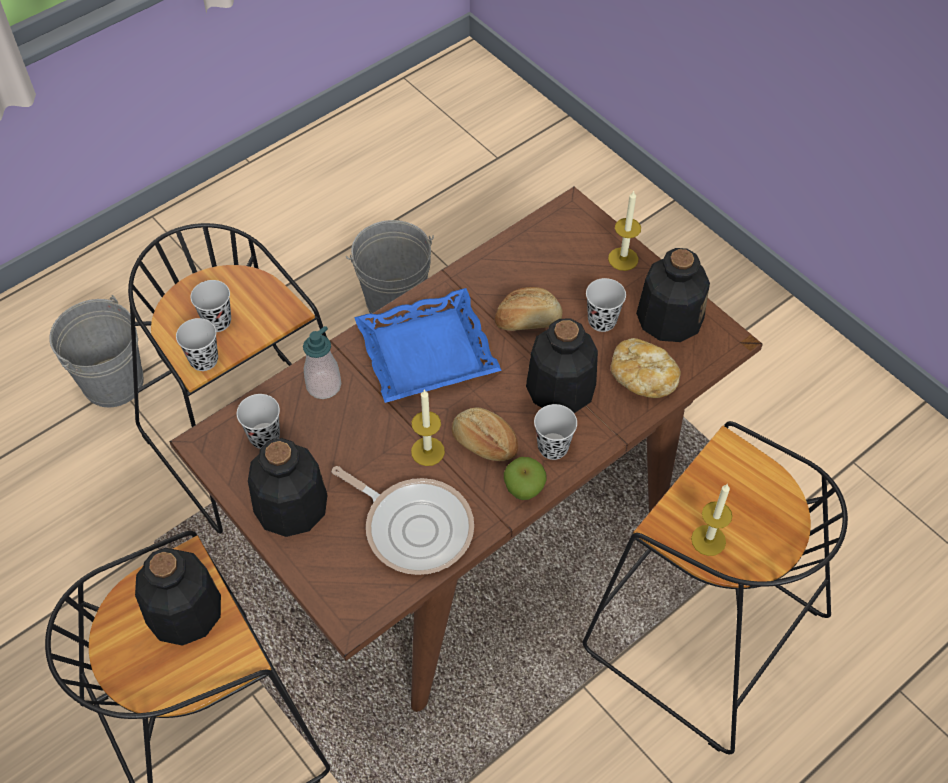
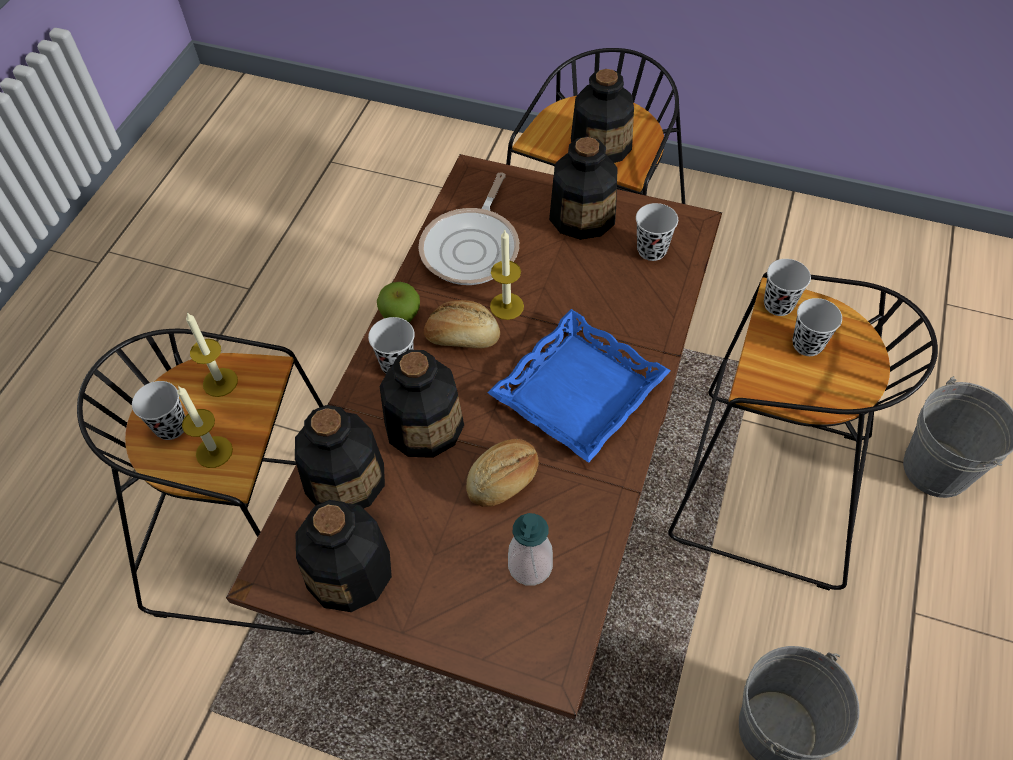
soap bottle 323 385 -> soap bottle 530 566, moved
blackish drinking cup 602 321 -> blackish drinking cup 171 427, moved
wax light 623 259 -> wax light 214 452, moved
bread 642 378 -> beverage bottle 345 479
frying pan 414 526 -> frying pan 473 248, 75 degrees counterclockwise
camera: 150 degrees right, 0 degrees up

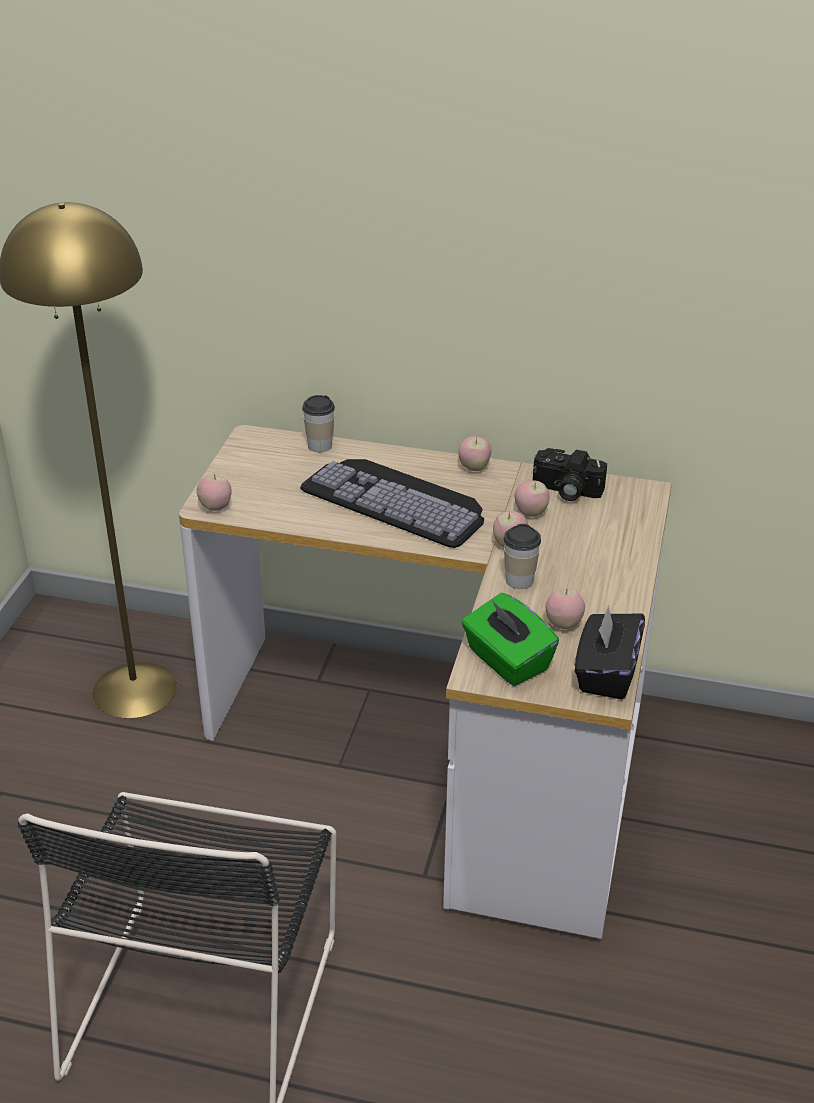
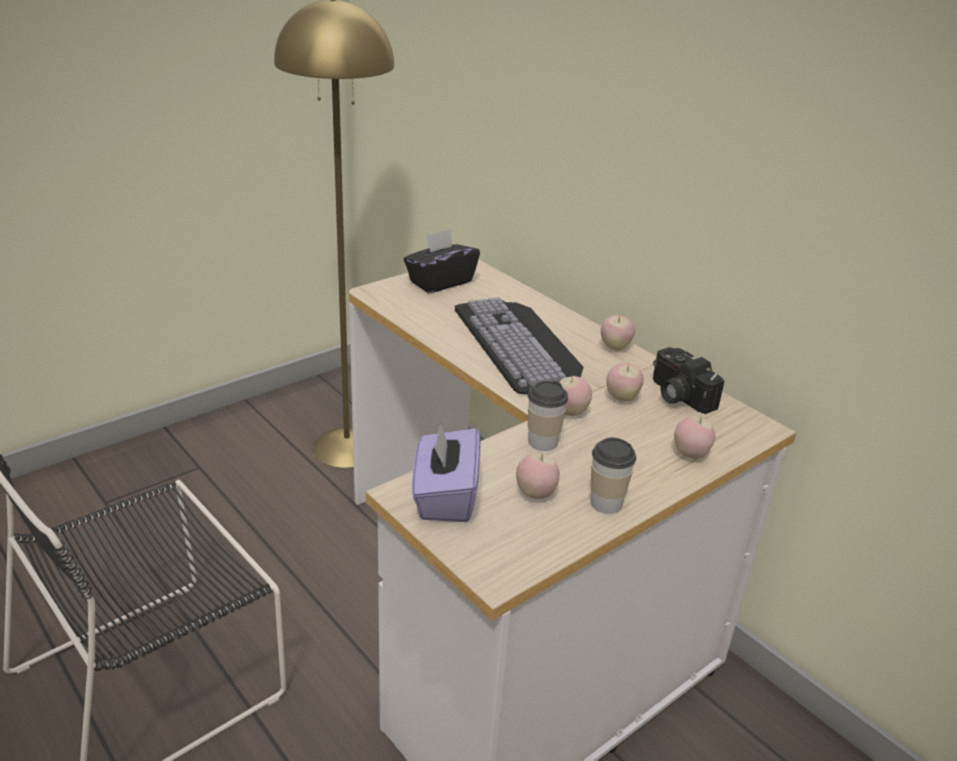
apple 215 507 -> apple 690 454, moved
drinking cup 320 445 -> drinking cup 606 503, moved
blackish box of tissues 606 673 -> blackish box of tissues 440 282, moved
greenish box of tissues 507 661 -> purple-coloured box of tissues 445 497
camera: 35 degrees right, 5 degrees down

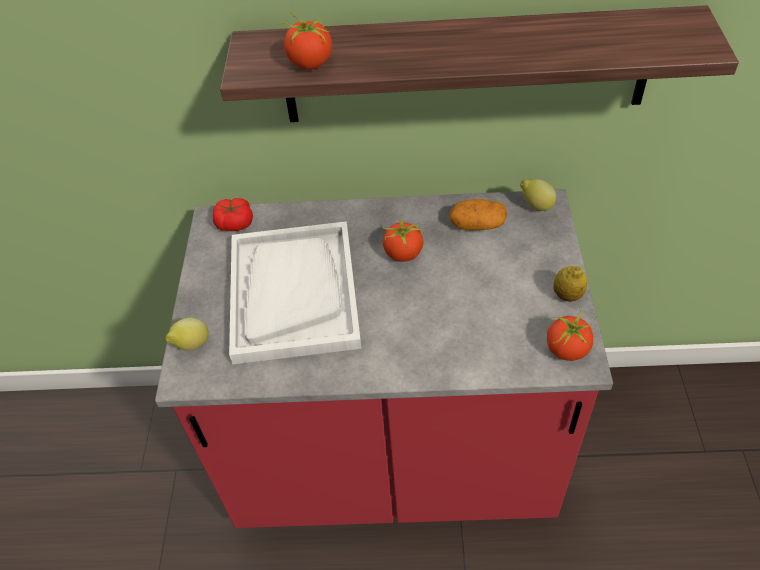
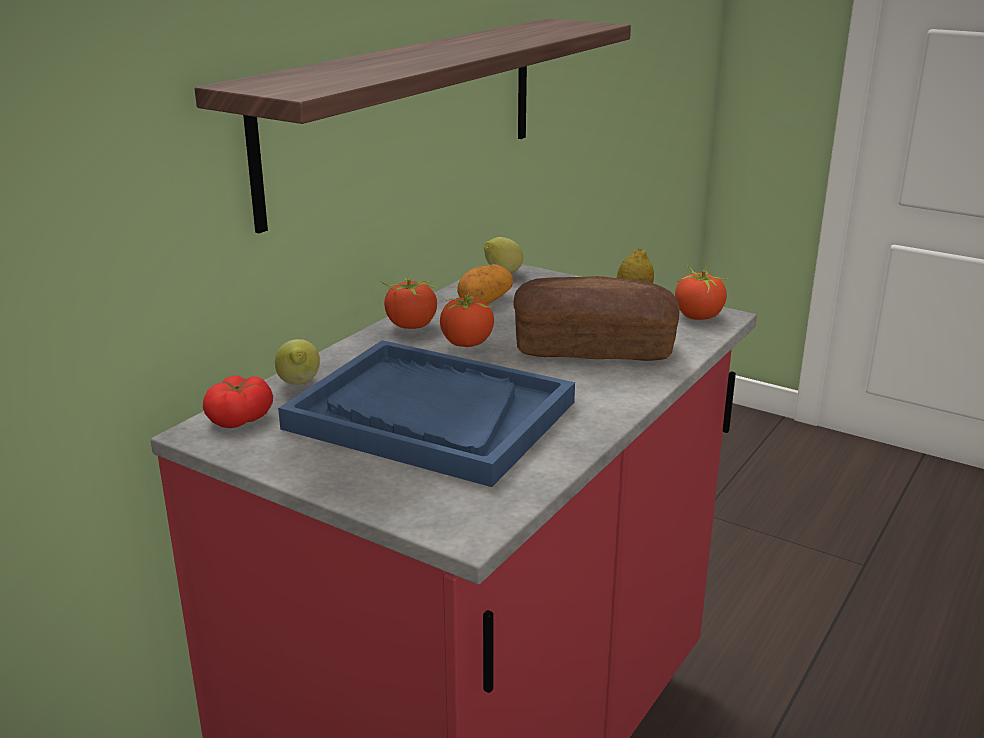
none -> bread 593 348
lemon 191 346 -> lemon 299 385, moved
tomato 310 63 -> tomato 411 326, moved
white-coloured carrying tray 293 293 -> blue carrying tray 429 416
camera: 60 degrees left, 25 degrees down

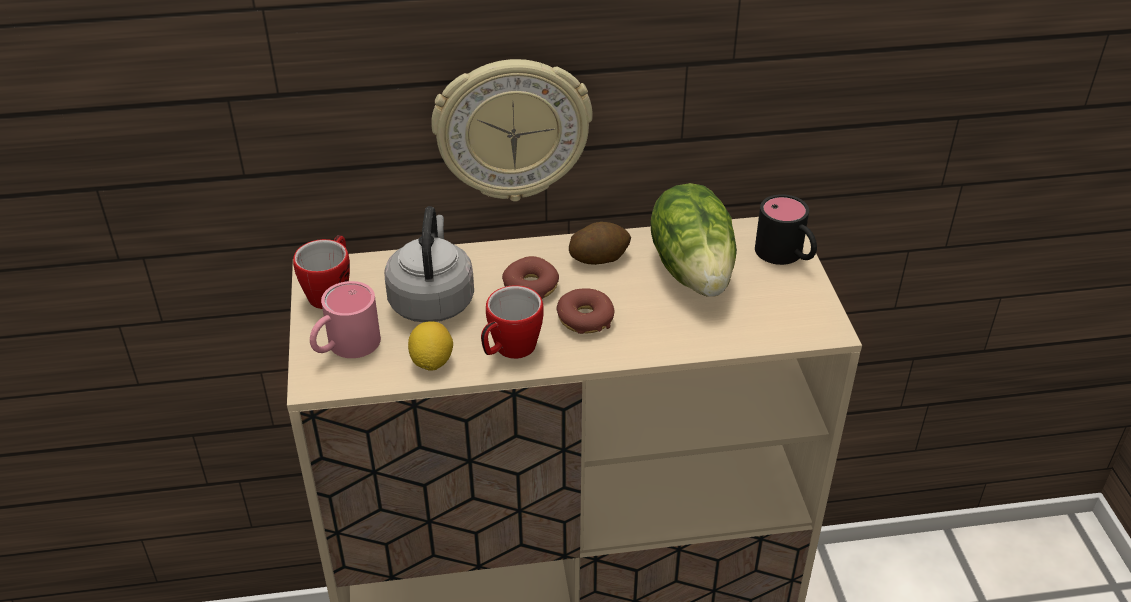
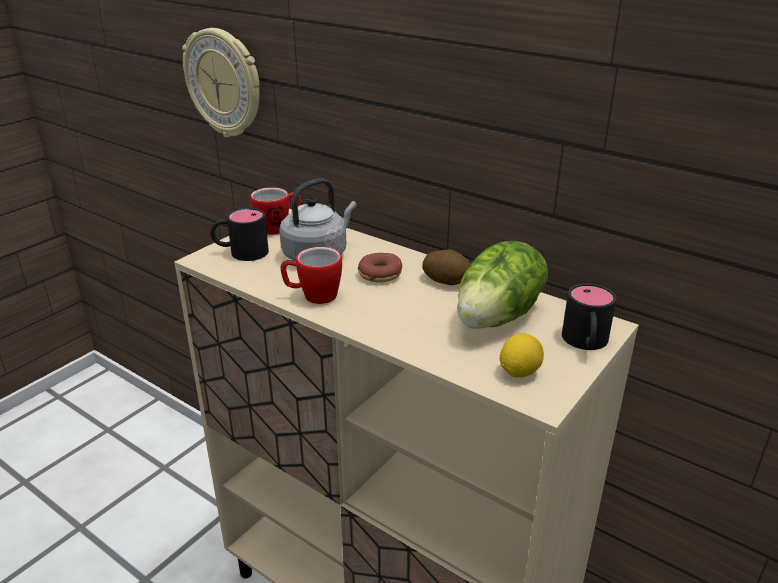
doughnut 585 318 -> none
lemon 432 362 -> lemon 519 372, moved
wall clock 512 129 -> wall clock 224 83, moved
pinkish coffee mug 344 347 -> blackish coffee mug 240 252
camera: 45 degrees right, 10 degrees down

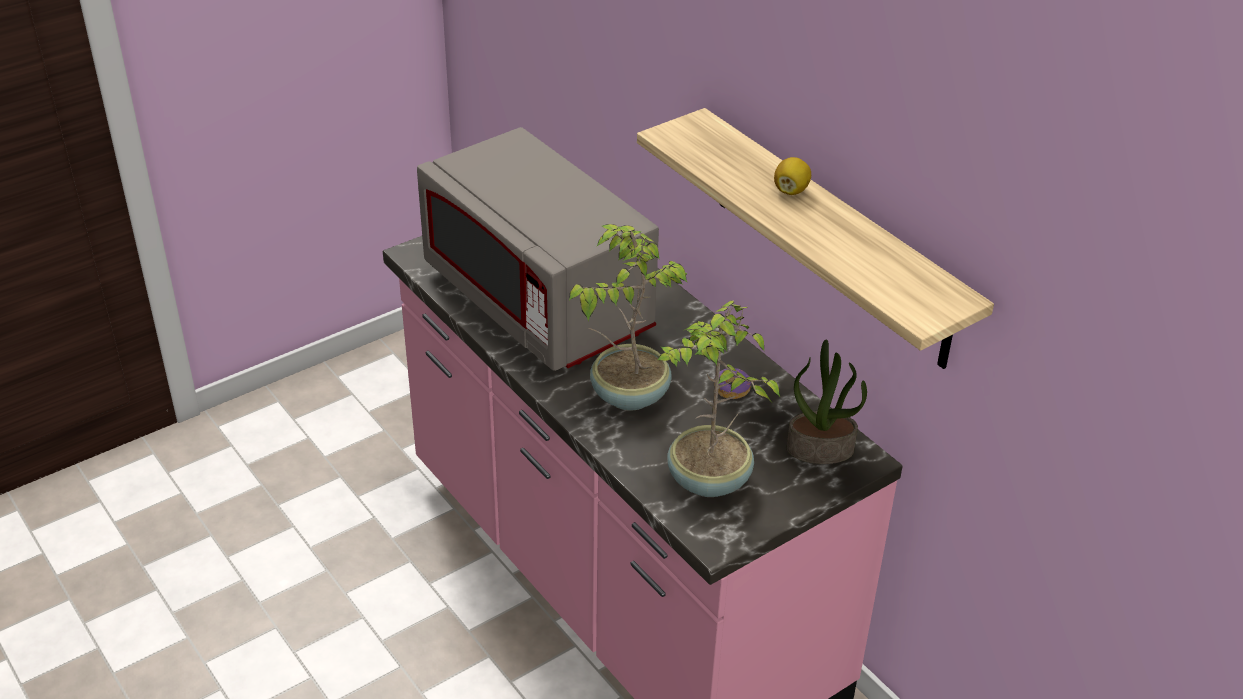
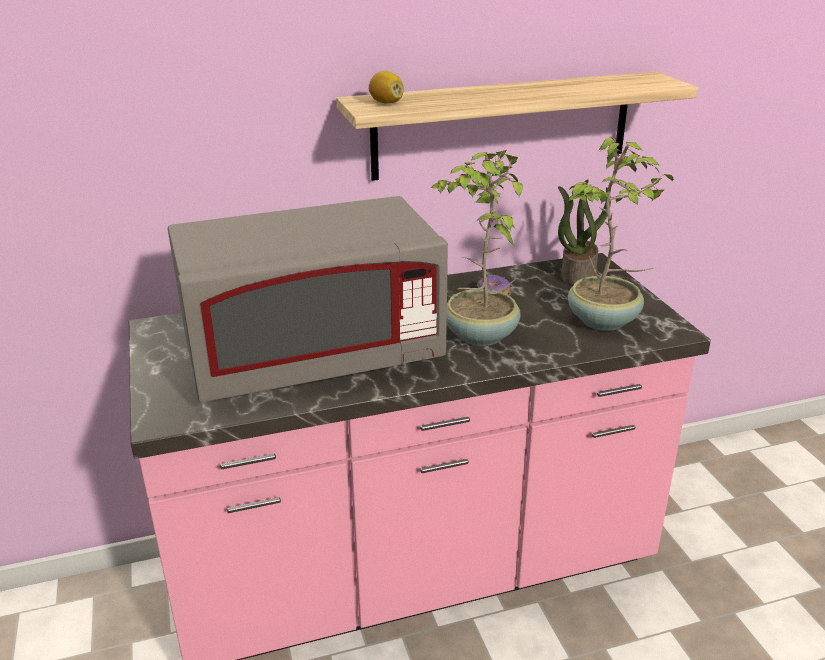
lemon 791 190 -> lemon 386 103, moved
camera: 70 degrees left, 10 degrees down

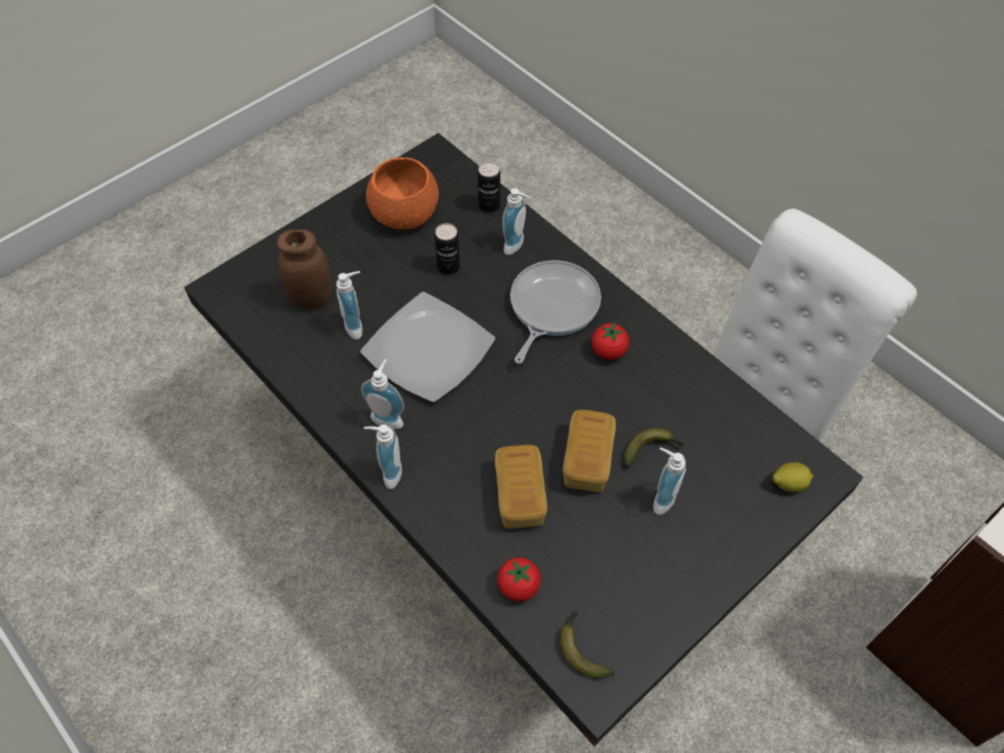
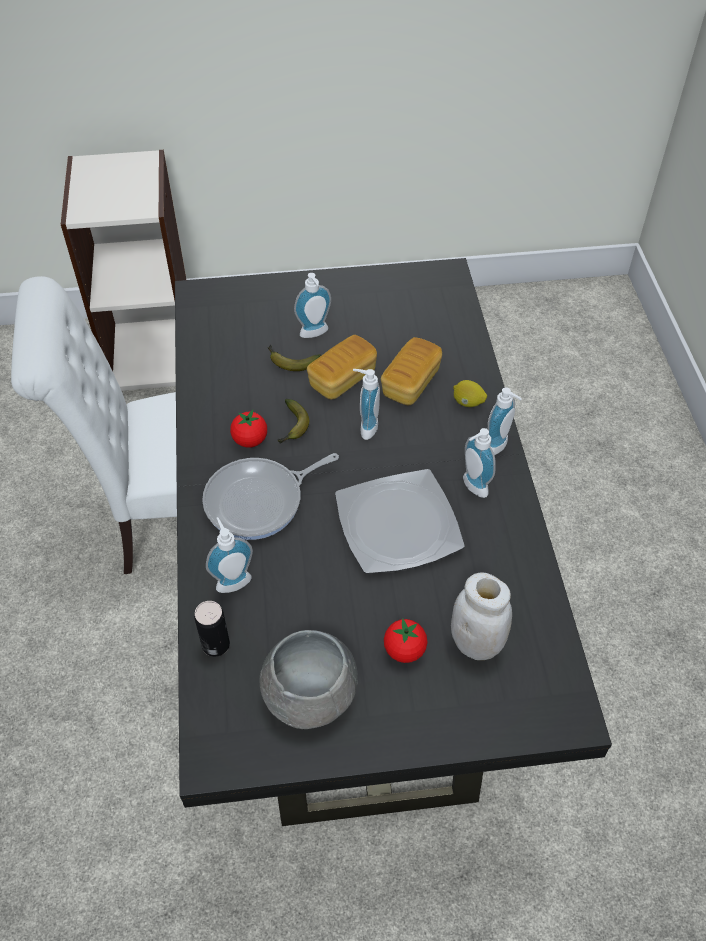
sealed can 448 267 -> none
soap bottle 357 326 -> soap bottle 365 427, moved
tomato 518 586 -> tomato 404 650, moved
banana 582 648 -> banana 292 427, moved
lemon 788 483 -> lemon 468 403, moved
brownish storage jar 311 298 -> white-coloured storage jar 476 643
orangey deep dish 405 211 -> greyish deep dish 309 694
camera: 145 degrees left, 5 degrees down

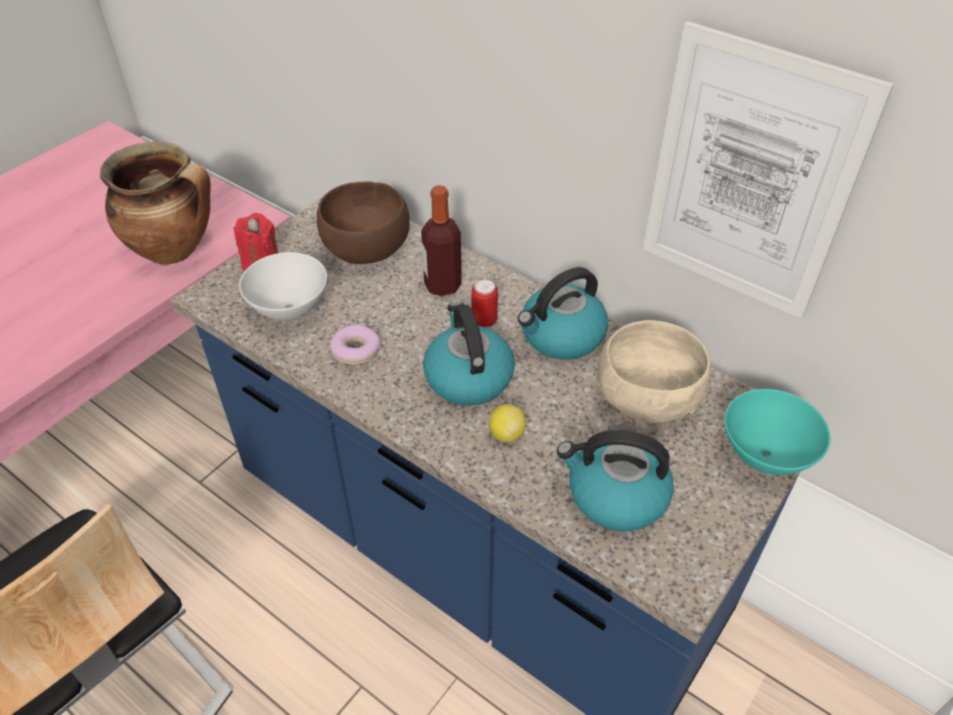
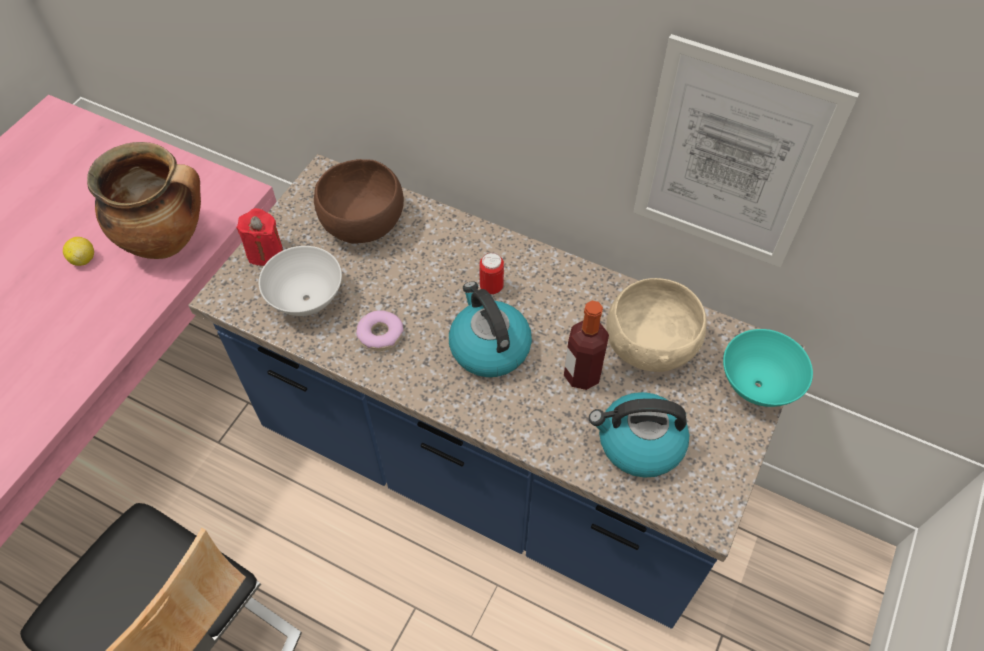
water kettle 561 336 -> none
beverage bottle 442 285 -> beverage bottle 582 375, moved
lemon 506 434 -> lemon 83 259, moved
camera: 10 degrees left, 10 degrees up

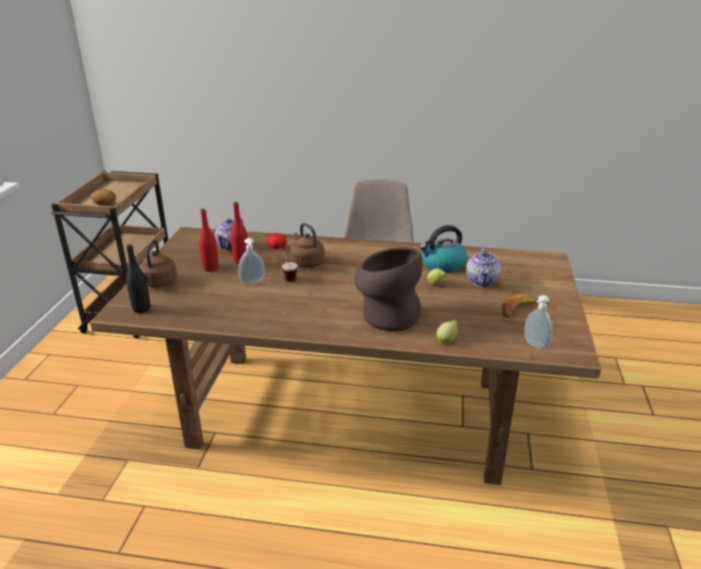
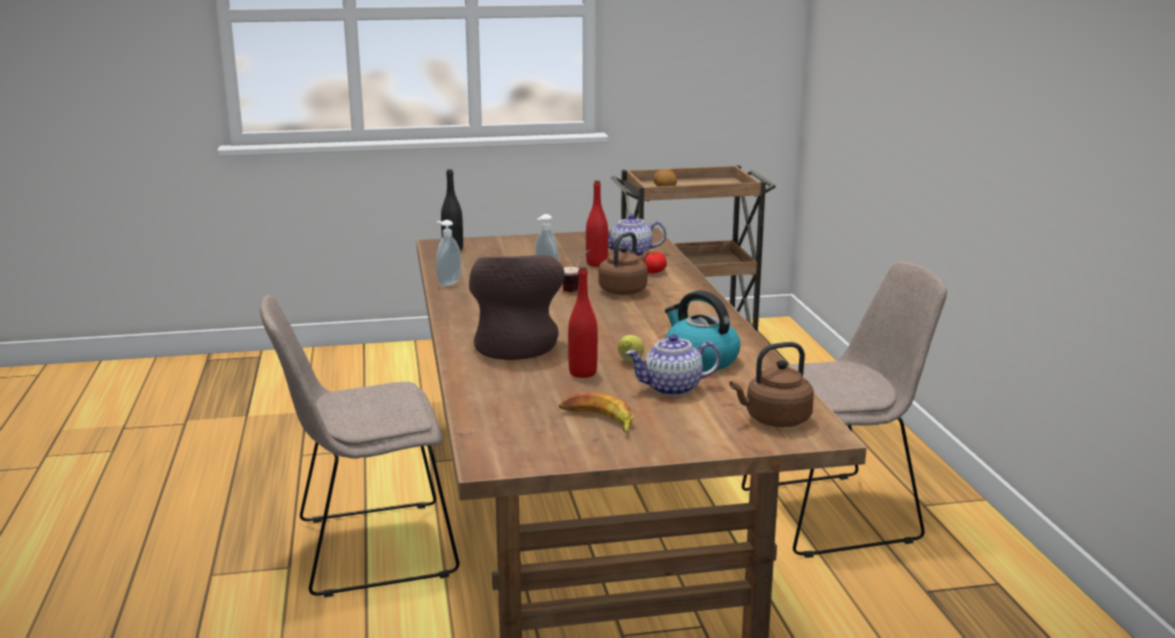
lemon 447 340 -> none
none -> beige-coloured plain chair 368 549
brownish water kettle 158 283 -> brownish water kettle 774 420, moved
red beverage bottle 210 268 -> red beverage bottle 582 373, moved
soap bottle 534 345 -> soap bottle 448 283, moved
camera: 70 degrees right, 10 degrees down

